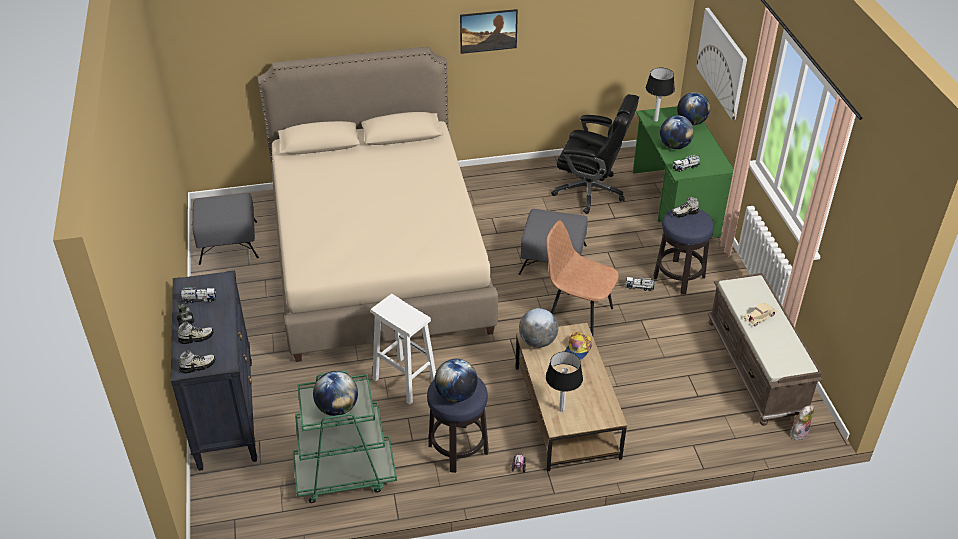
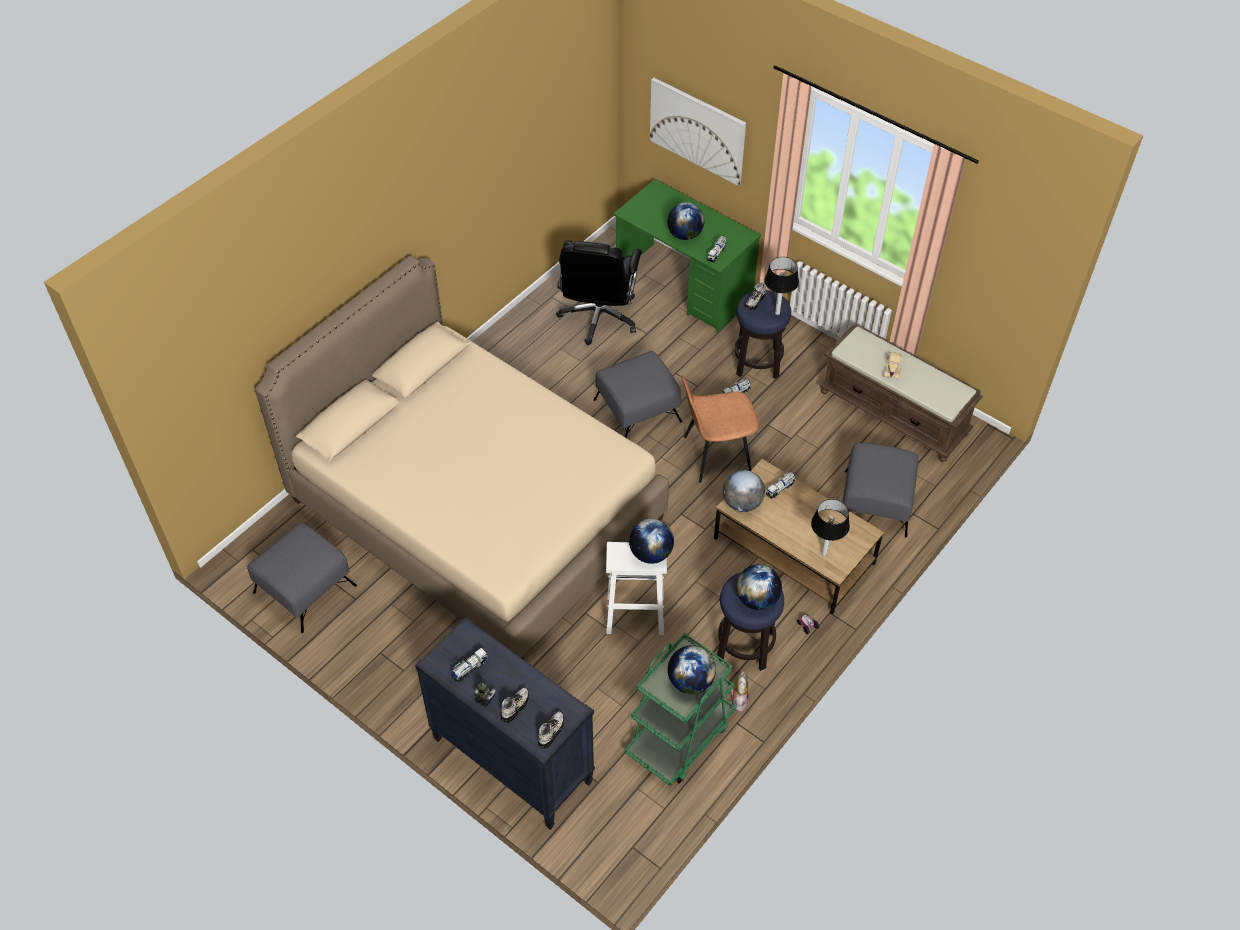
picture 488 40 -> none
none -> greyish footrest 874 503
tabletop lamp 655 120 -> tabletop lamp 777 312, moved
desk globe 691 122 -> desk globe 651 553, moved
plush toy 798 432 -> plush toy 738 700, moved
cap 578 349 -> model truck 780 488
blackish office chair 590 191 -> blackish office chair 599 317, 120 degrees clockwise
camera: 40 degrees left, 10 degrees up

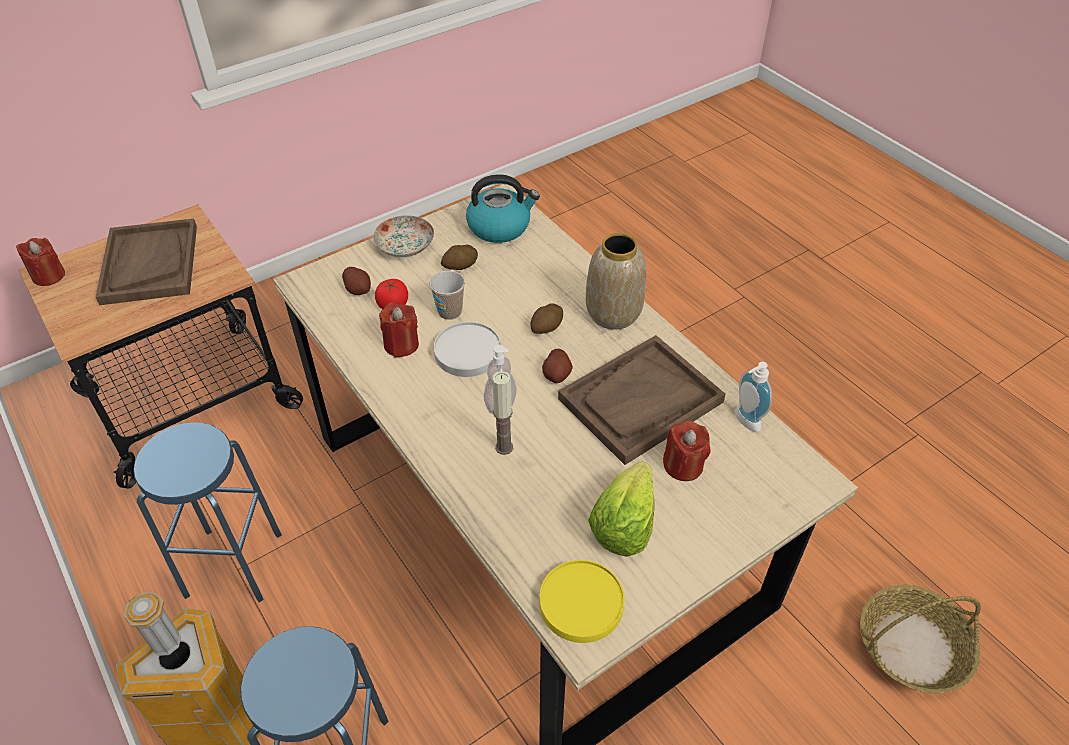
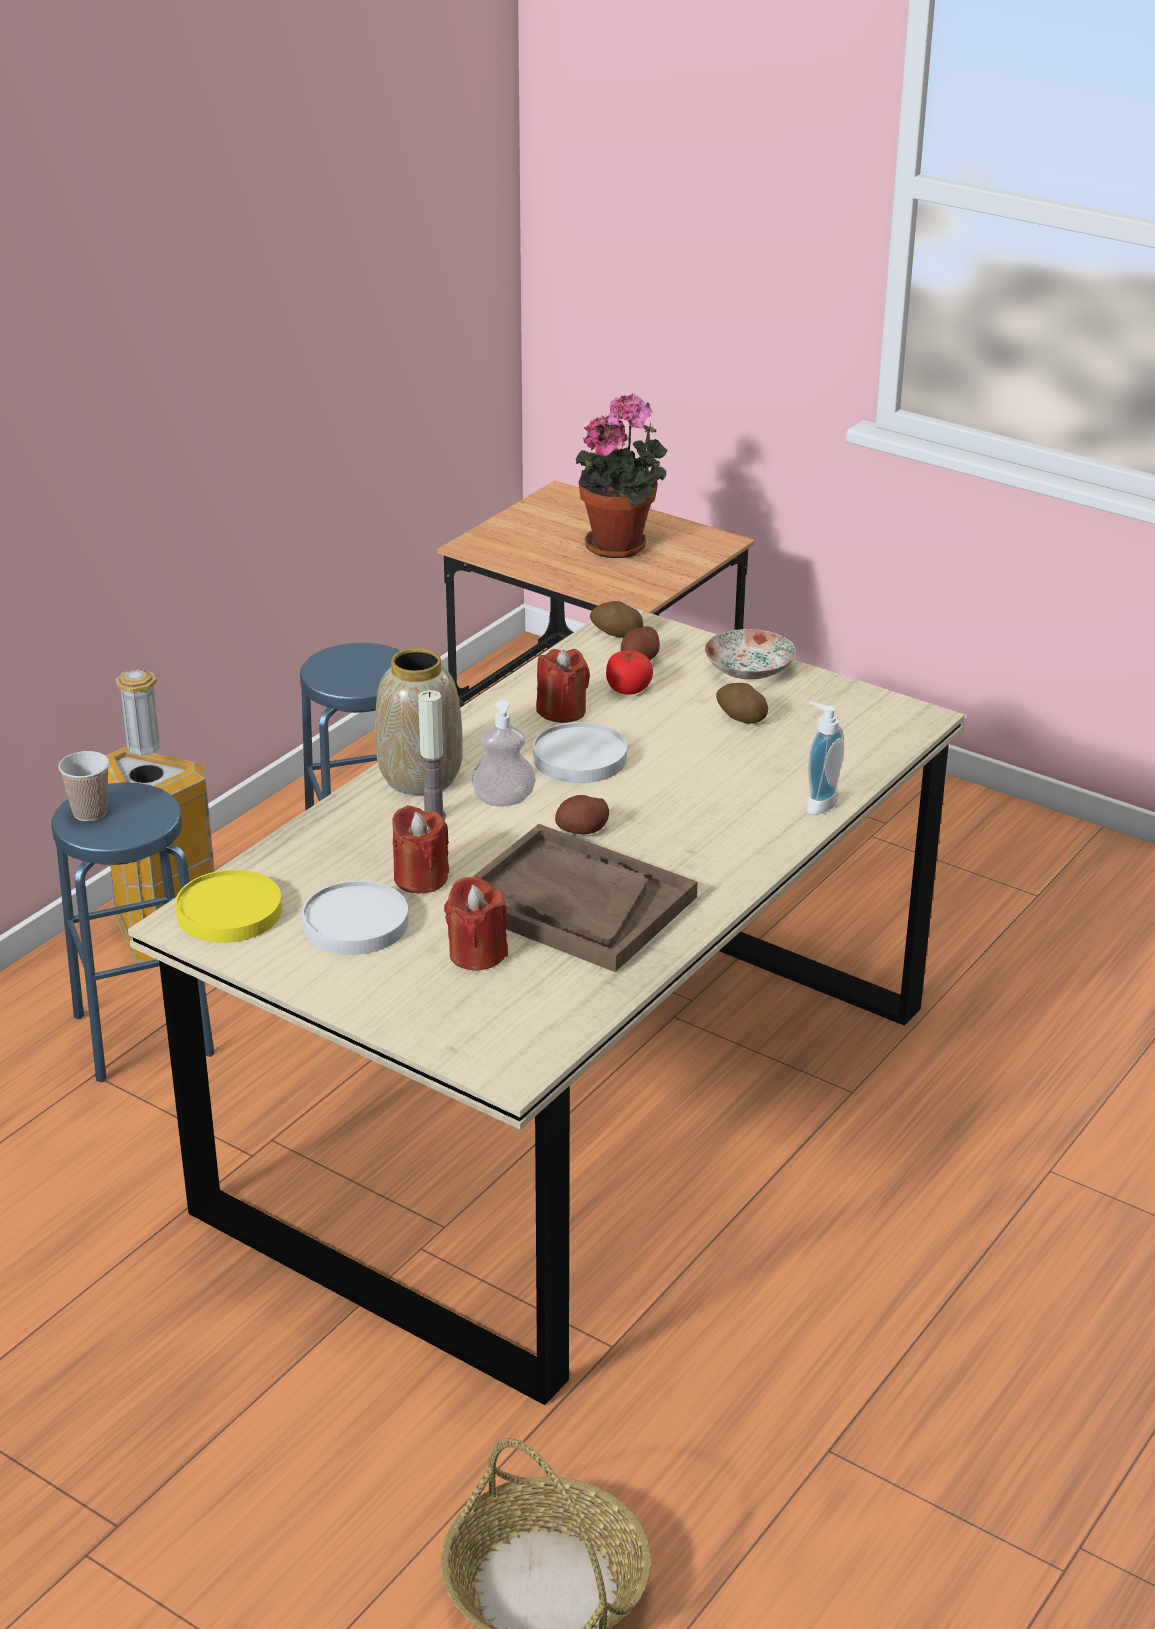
water kettle 500 227 -> none
red wax light 49 276 -> red wax light 420 878, moved
drinking cup 450 312 -> drinking cup 90 812, moved
potato 546 328 -> potato 616 634, moved
vase 612 313 -> vase 421 777, moved
soap bottle 744 422 -> soap bottle 817 803, moved
brownish carrying tray 150 264 -> plant in a pot 621 545
lettuce 623 525 -> white-coloured plate 355 923
camera: 70 degrees right, 15 degrees down

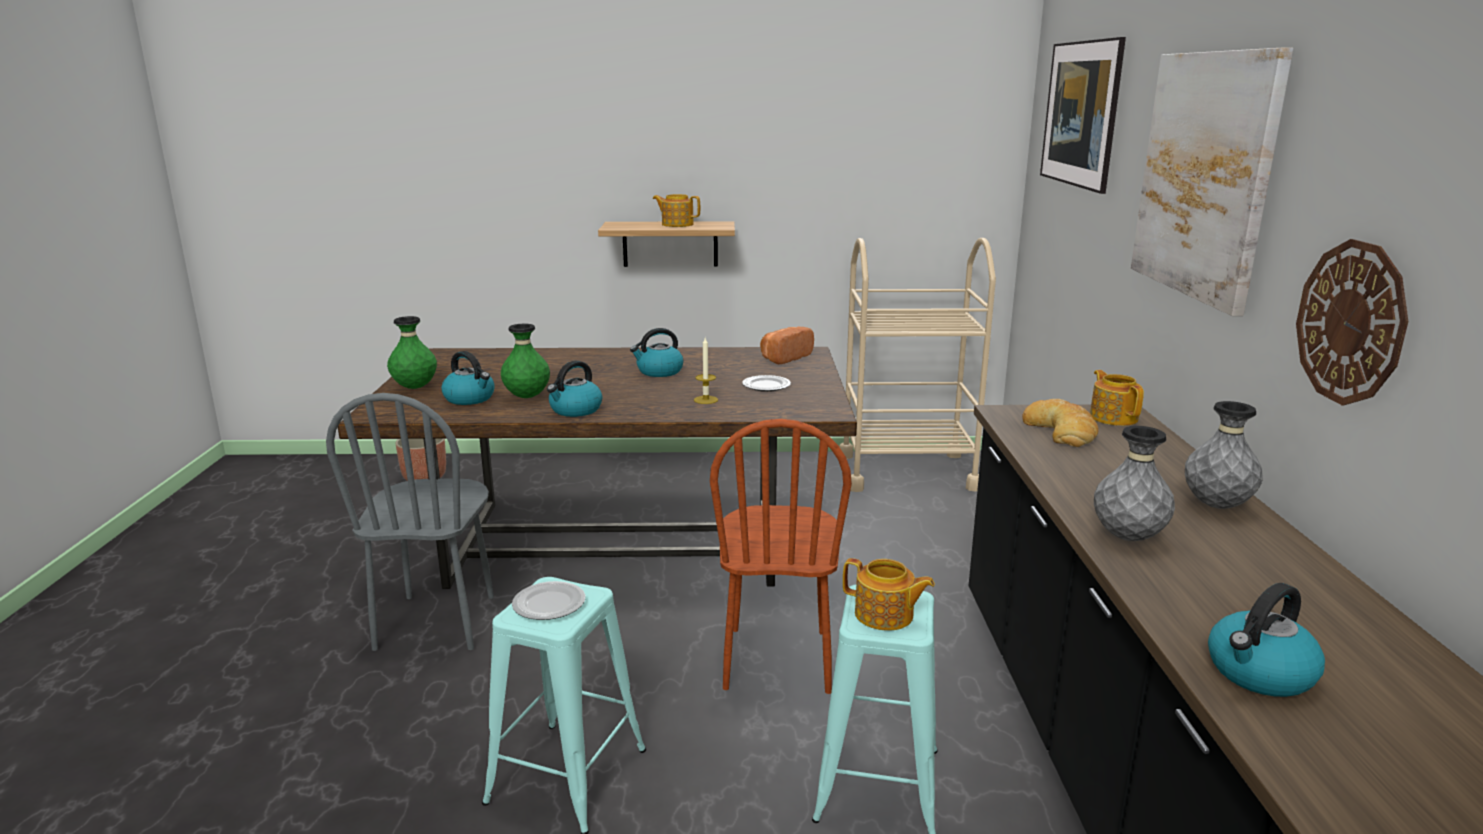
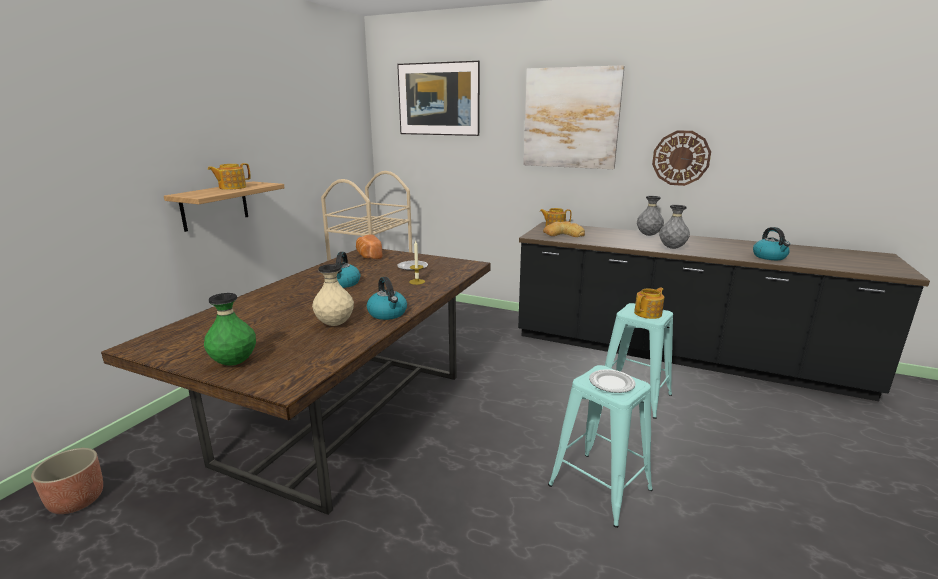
greyish plain chair 437 622 -> none
water kettle 470 398 -> none
brownish plain chair 777 659 -> none
greenish vase 527 397 -> beige-coloured vase 335 324
camera: 65 degrees left, 0 degrees up

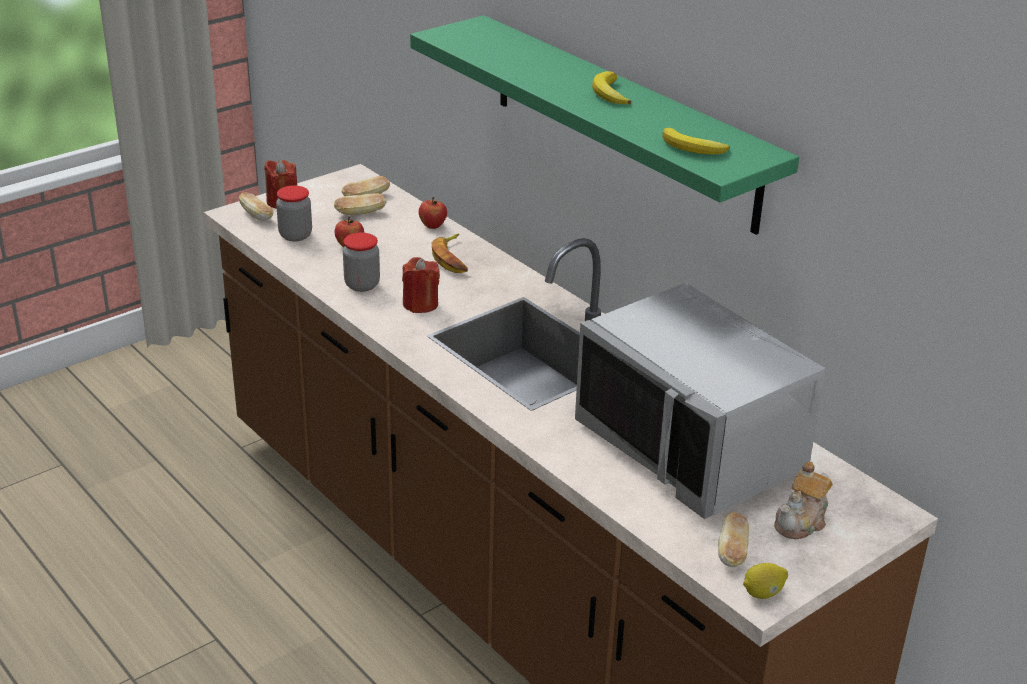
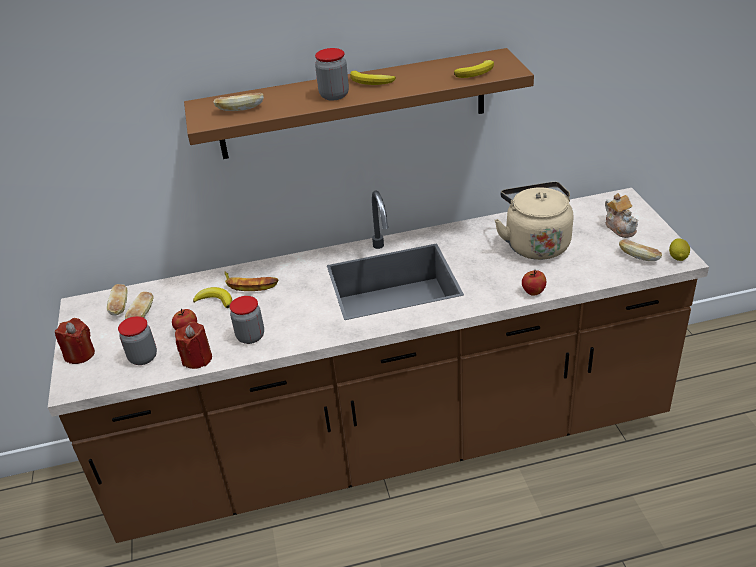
none -> banana 215 300
none -> storage jar 334 95
bread 256 215 -> bread 240 109, moved
red wax light 420 304 -> red wax light 197 359, moved
apple 433 226 -> apple 533 292, moved
greyish microwave 692 447 -> beige-coloured water kettle 535 243
greenish wall shelf 622 121 -> brownish wall shelf 353 104
camera: 60 degrees left, 5 degrees up

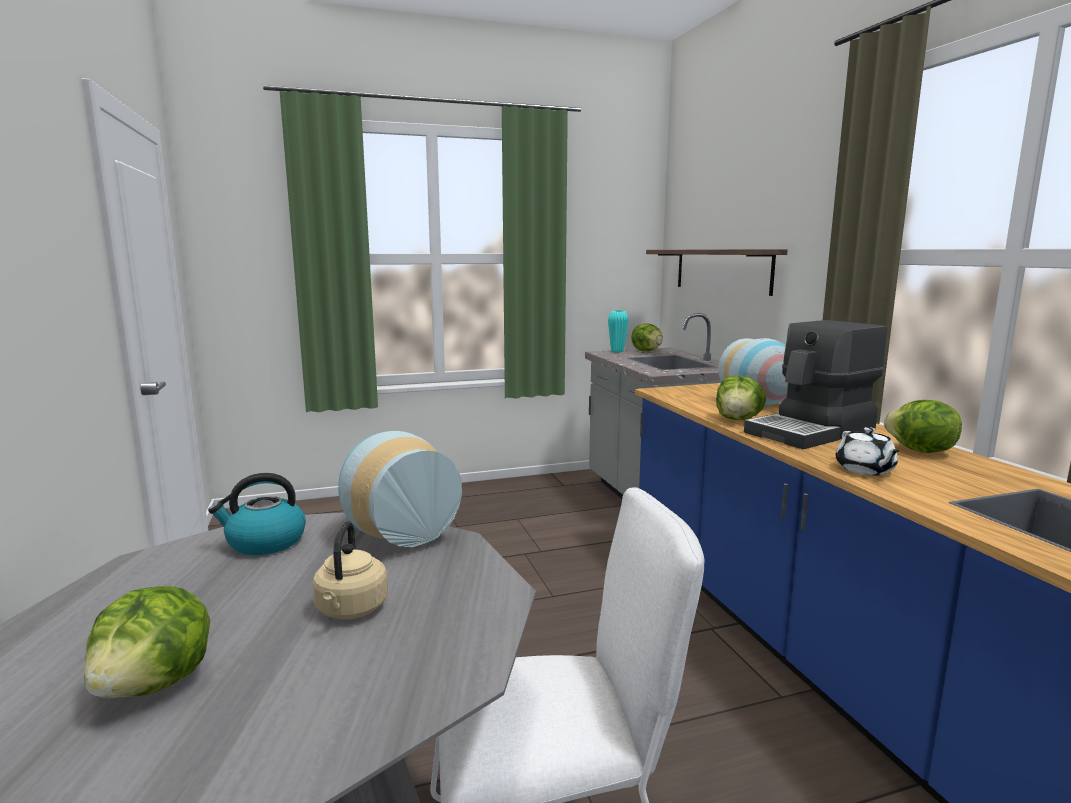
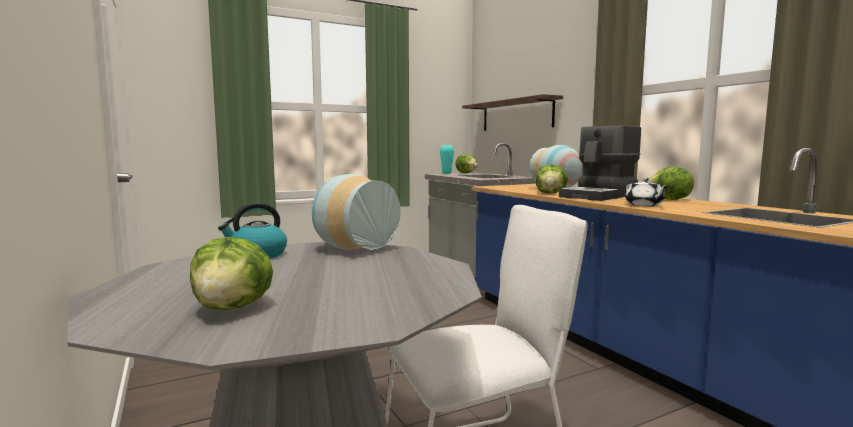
beige-coloured water kettle 350 610 -> none
camera: 10 degrees left, 5 degrees down

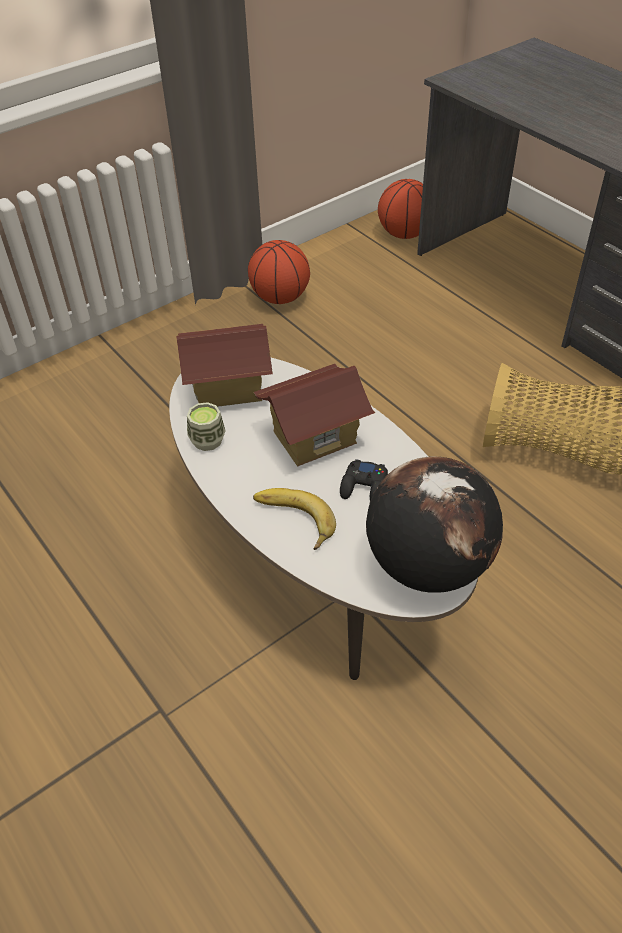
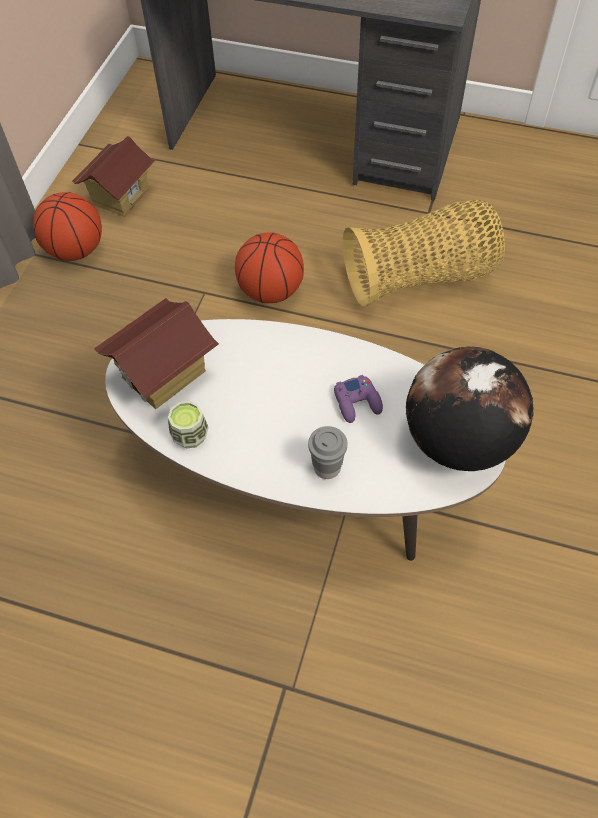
miniature house 314 437 -> miniature house 120 196, moved
ball for basketball 404 234 -> ball for basketball 270 291, moved
banana 292 521 -> greyish drinking cup 327 467
blackish game controller 364 487 -> purple-coloured game controller 357 402
camera: 35 degrees left, 10 degrees up

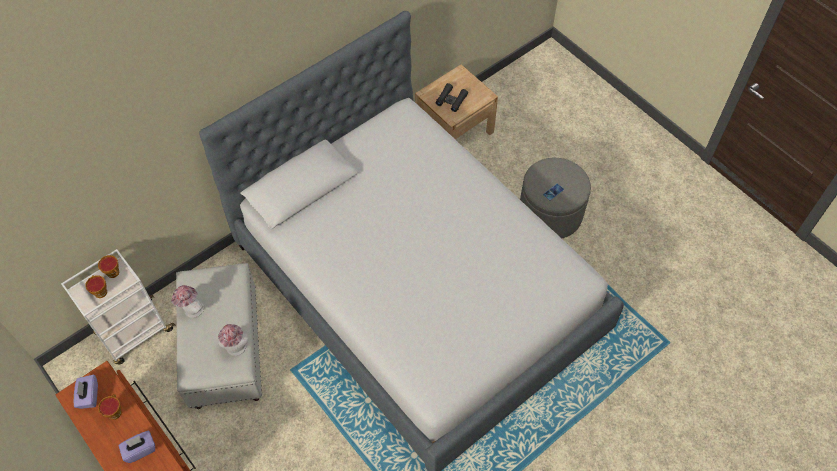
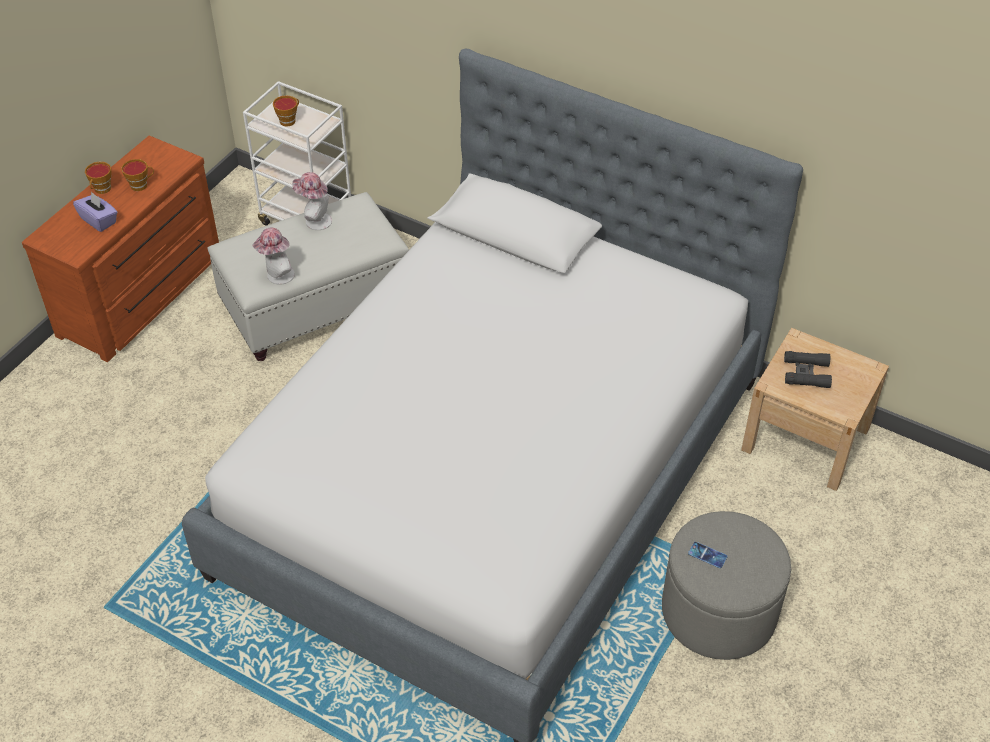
purple-coloured box of tissues 88 396 -> none
drinking cup 114 273 -> drinking cup 102 190, moved
camera: 70 degrees right, 10 degrees down

